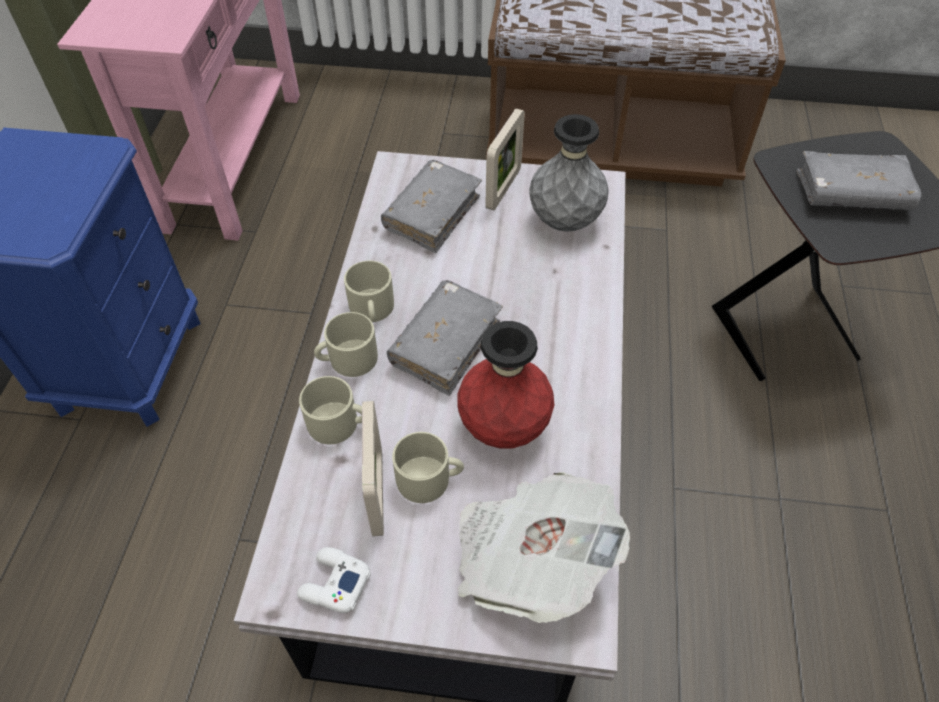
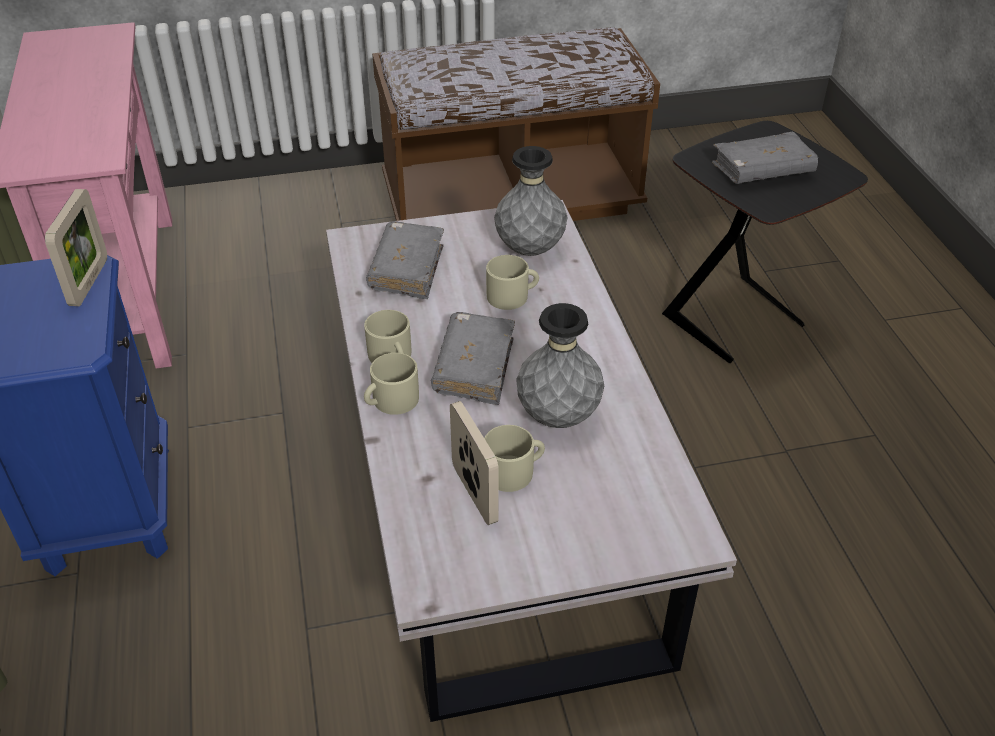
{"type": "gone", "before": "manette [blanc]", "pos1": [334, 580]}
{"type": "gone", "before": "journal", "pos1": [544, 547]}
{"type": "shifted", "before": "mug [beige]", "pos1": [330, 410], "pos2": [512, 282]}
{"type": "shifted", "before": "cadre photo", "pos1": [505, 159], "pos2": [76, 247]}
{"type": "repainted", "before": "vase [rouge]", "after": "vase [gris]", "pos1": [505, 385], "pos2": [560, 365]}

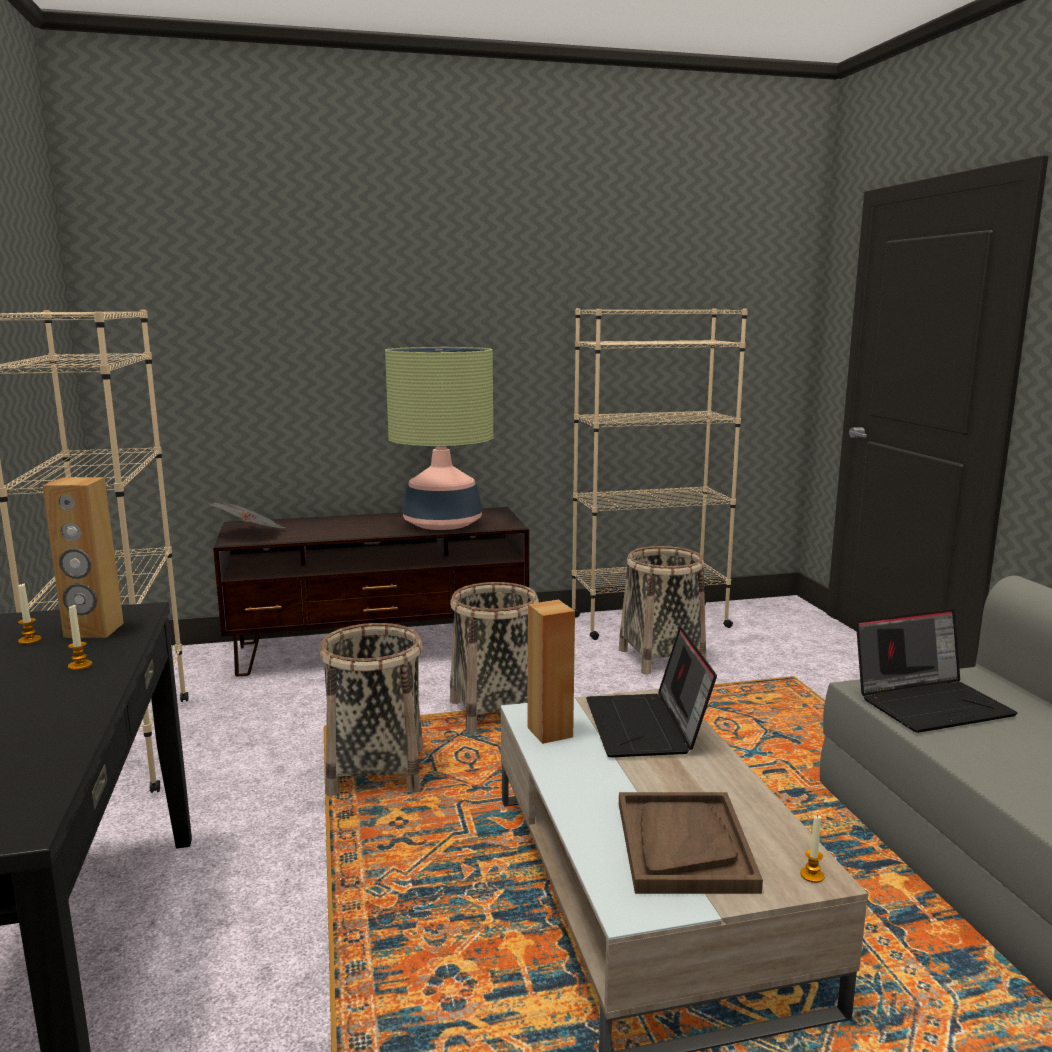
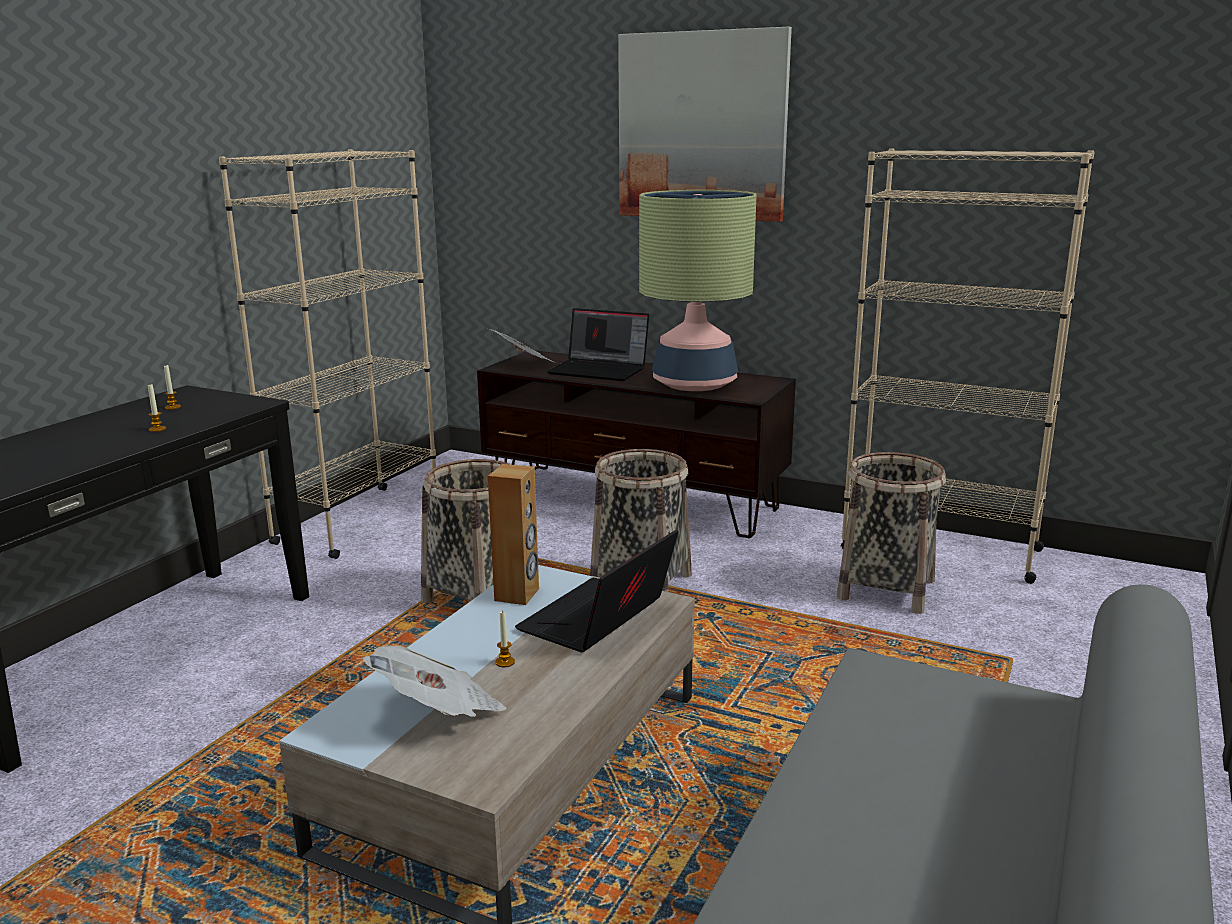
{"type": "gone", "before": "enceinte [marron]", "pos1": [83, 557]}
{"type": "new", "after": "tableau", "pos2": [705, 124]}
{"type": "shifted", "before": "bougie", "pos1": [812, 849], "pos2": [505, 638]}
{"type": "shifted", "before": "ordinateur portable", "pos1": [937, 671], "pos2": [598, 344]}
{"type": "swapped", "before": "plateau [marron]", "after": "journal", "pos1": [691, 843], "pos2": [434, 681]}

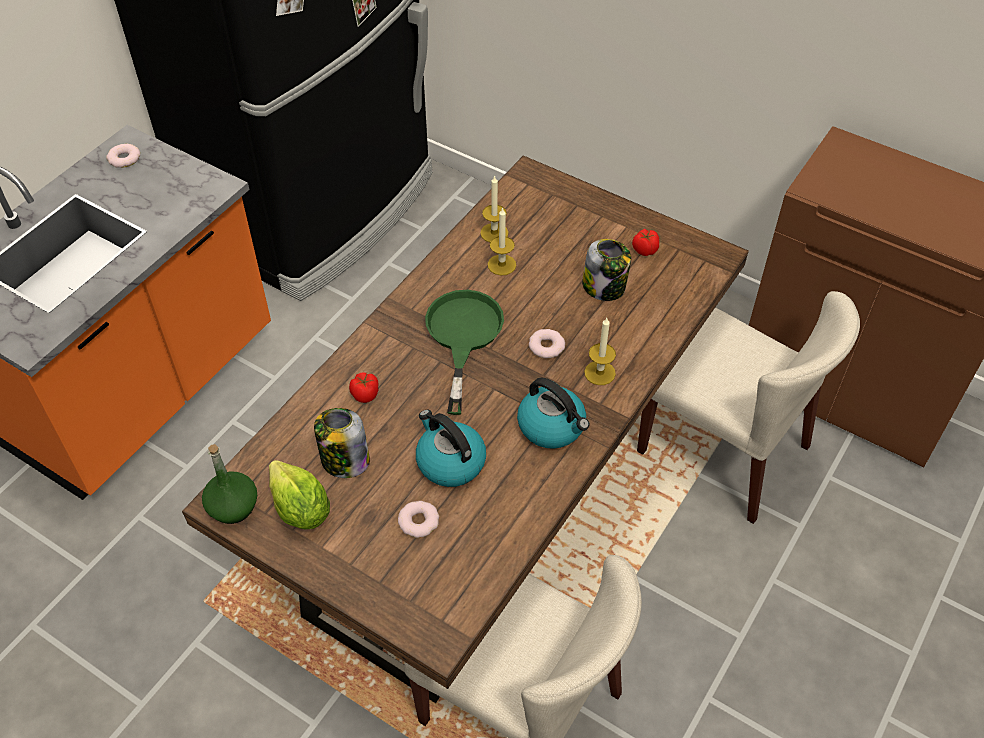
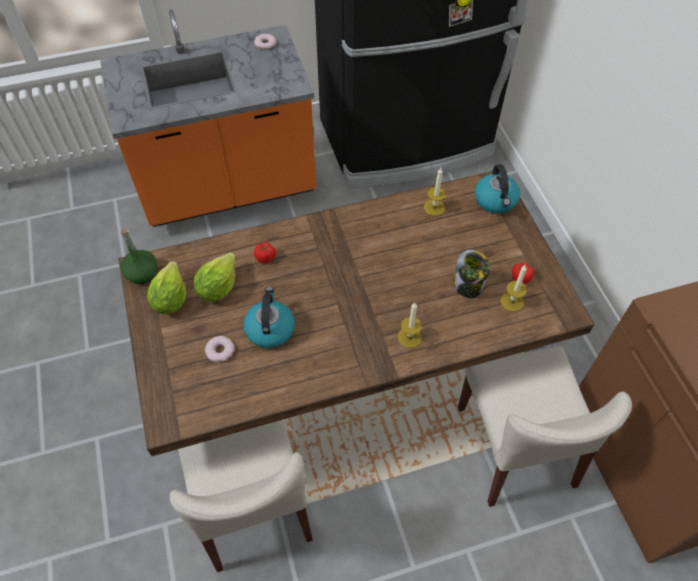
{"type": "gone", "before": "poêle [vert]", "pos1": [464, 352]}
{"type": "gone", "before": "beignet", "pos1": [547, 343]}
{"type": "shifted", "before": "bougie", "pos1": [502, 241], "pos2": [513, 288]}
{"type": "shifted", "before": "bouilloire", "pos1": [553, 413], "pos2": [497, 189]}
{"type": "swapped", "before": "bocal", "after": "laitue", "pos1": [342, 443], "pos2": [215, 277]}

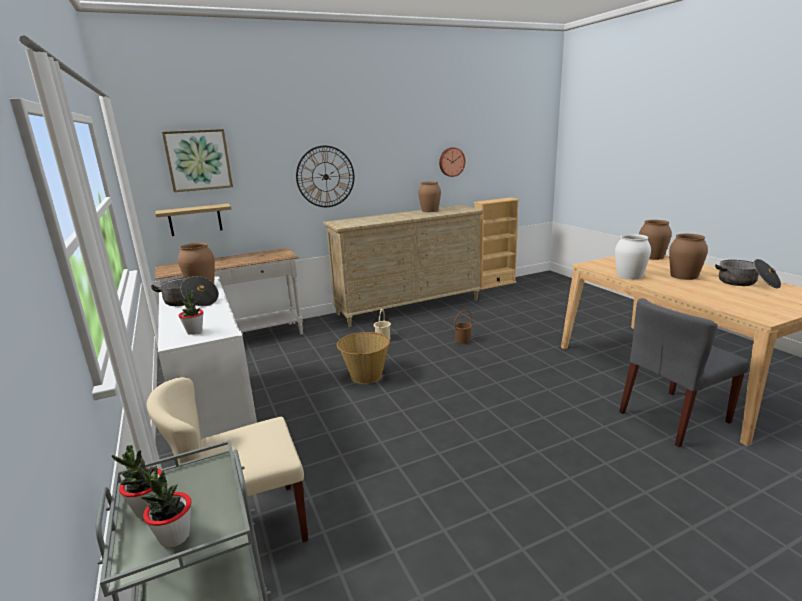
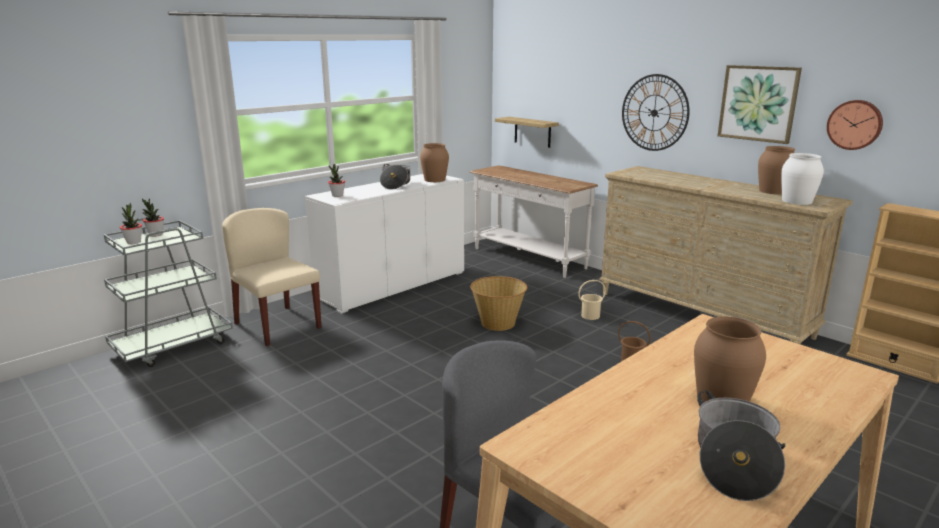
{"type": "gone", "before": "vase [marron]", "pos1": [655, 240]}
{"type": "shifted", "before": "tableau", "pos1": [197, 160], "pos2": [760, 104]}
{"type": "shifted", "before": "vase [blanc]", "pos1": [633, 256], "pos2": [802, 179]}

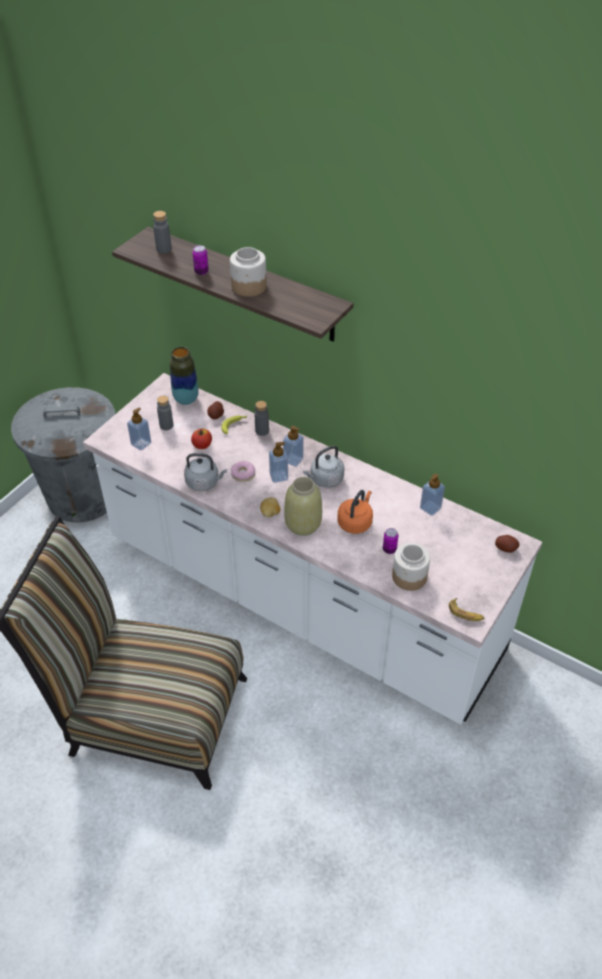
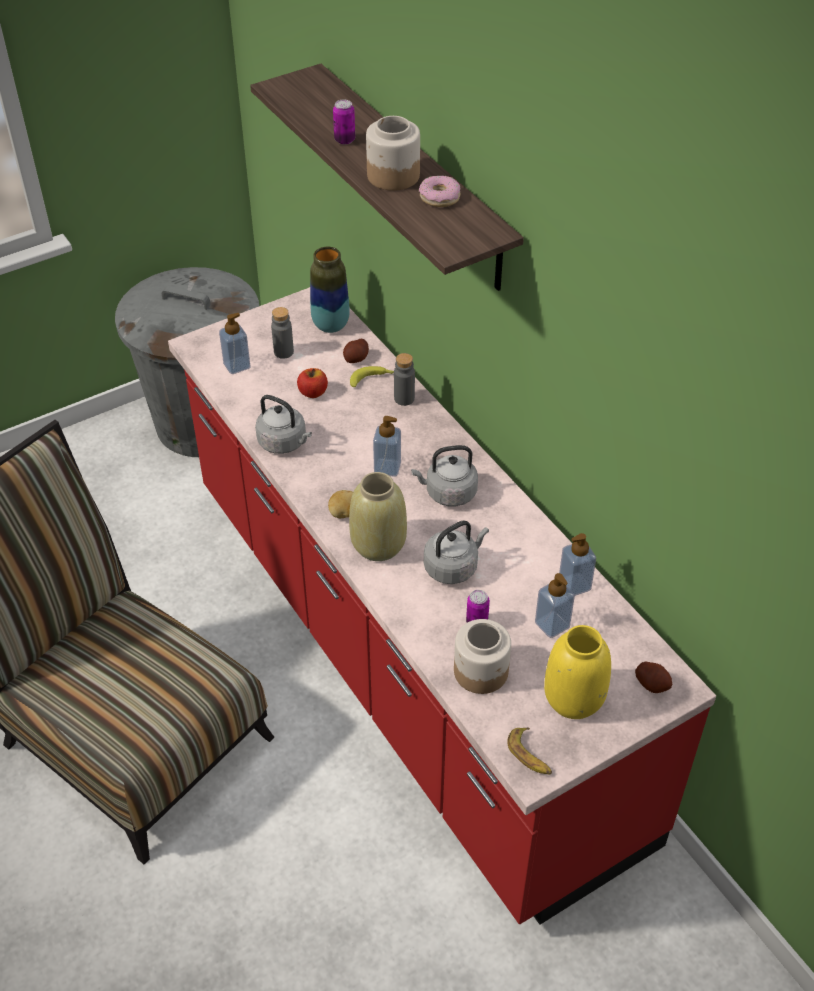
{"type": "gone", "before": "bouteille [gris]", "pos1": [162, 232]}
{"type": "new", "after": "vase [jaune]", "pos2": [577, 672]}
{"type": "shifted", "before": "beignet", "pos1": [243, 471], "pos2": [440, 191]}
{"type": "shifted", "before": "distributeur de savon", "pos1": [293, 446], "pos2": [555, 605]}
{"type": "repainted", "before": "comptoir de cuisine [blanc]", "after": "comptoir de cuisine [rouge]", "pos1": [312, 549], "pos2": [442, 606]}
{"type": "repainted", "before": "bouilloire [orange]", "after": "bouilloire [gris]", "pos1": [355, 512], "pos2": [456, 552]}

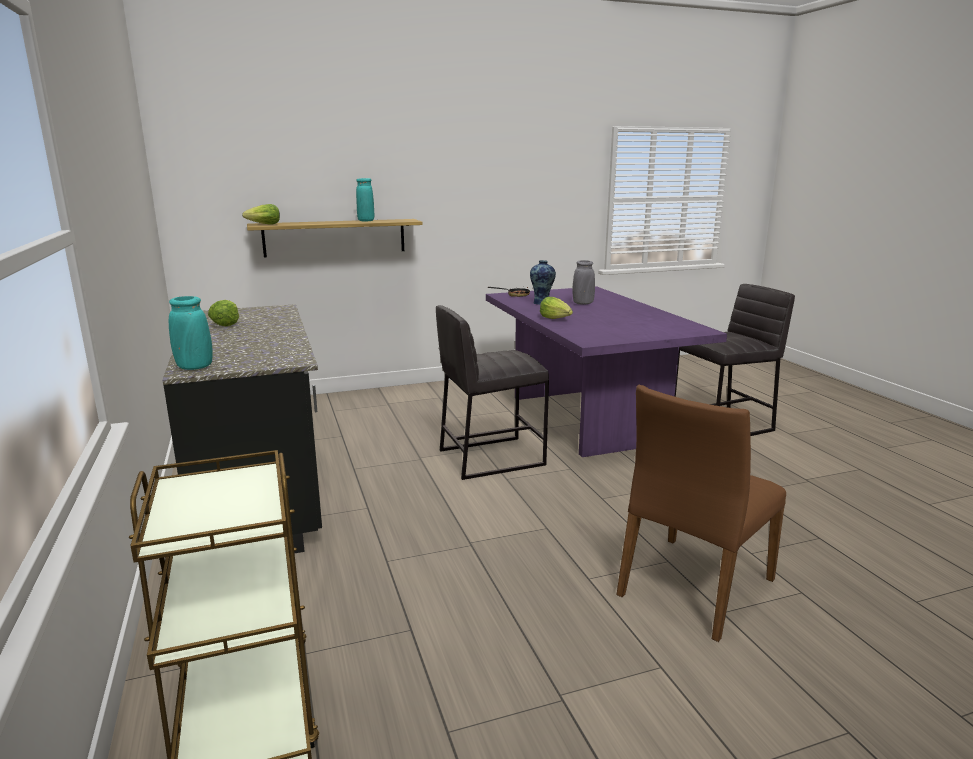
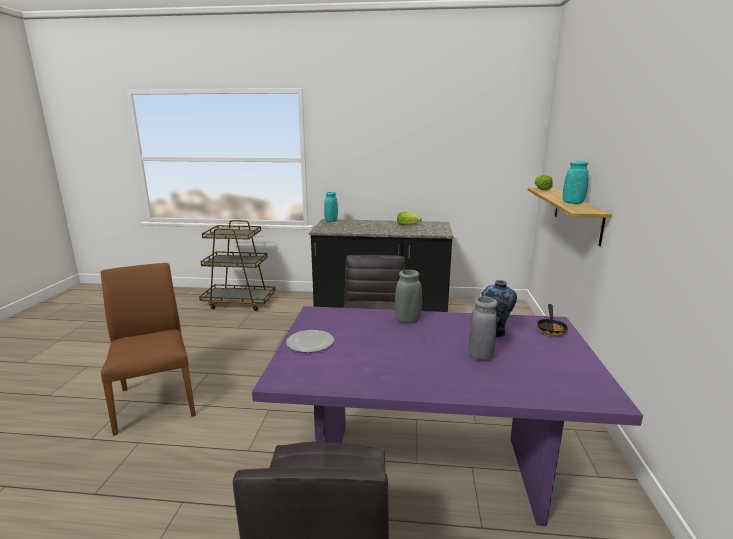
{"type": "new", "after": "assiette", "pos2": [310, 341]}
{"type": "swapped", "before": "laitue", "after": "vase [gris]", "pos1": [556, 308], "pos2": [408, 296]}

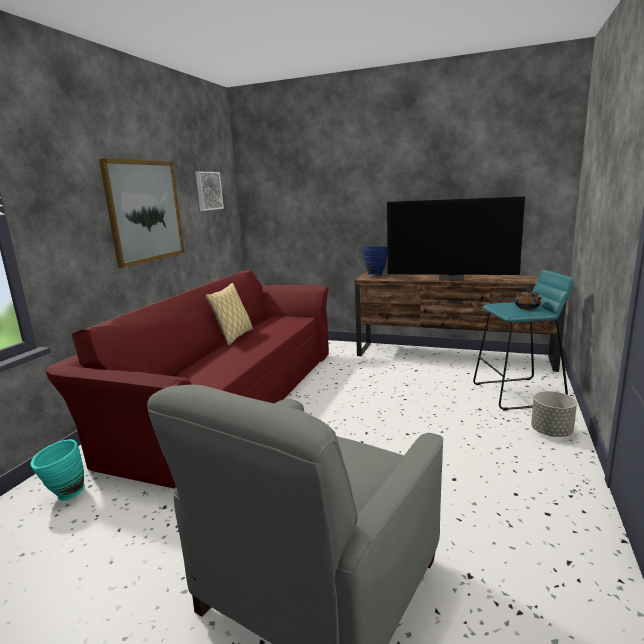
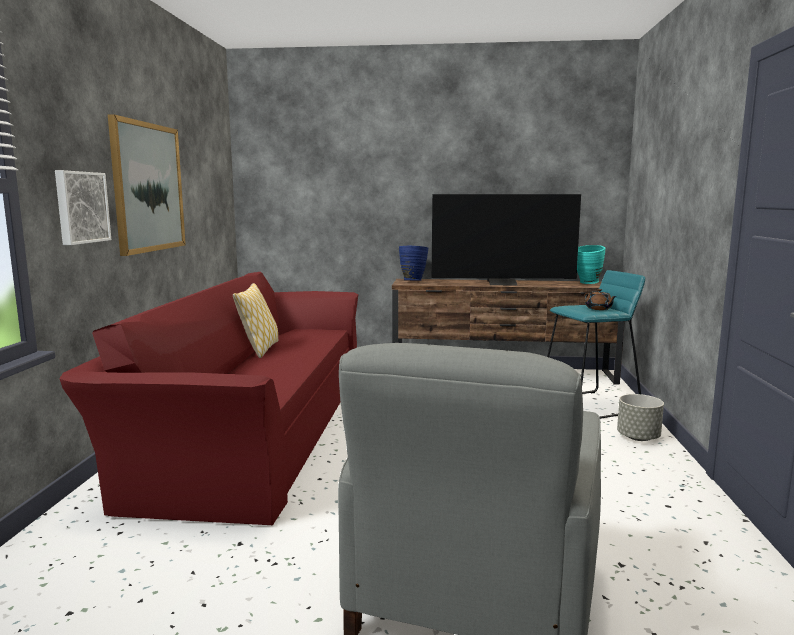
{"type": "shifted", "before": "vase [turquoise]", "pos1": [58, 470], "pos2": [591, 264]}
{"type": "shifted", "before": "tableau", "pos1": [210, 191], "pos2": [83, 207]}

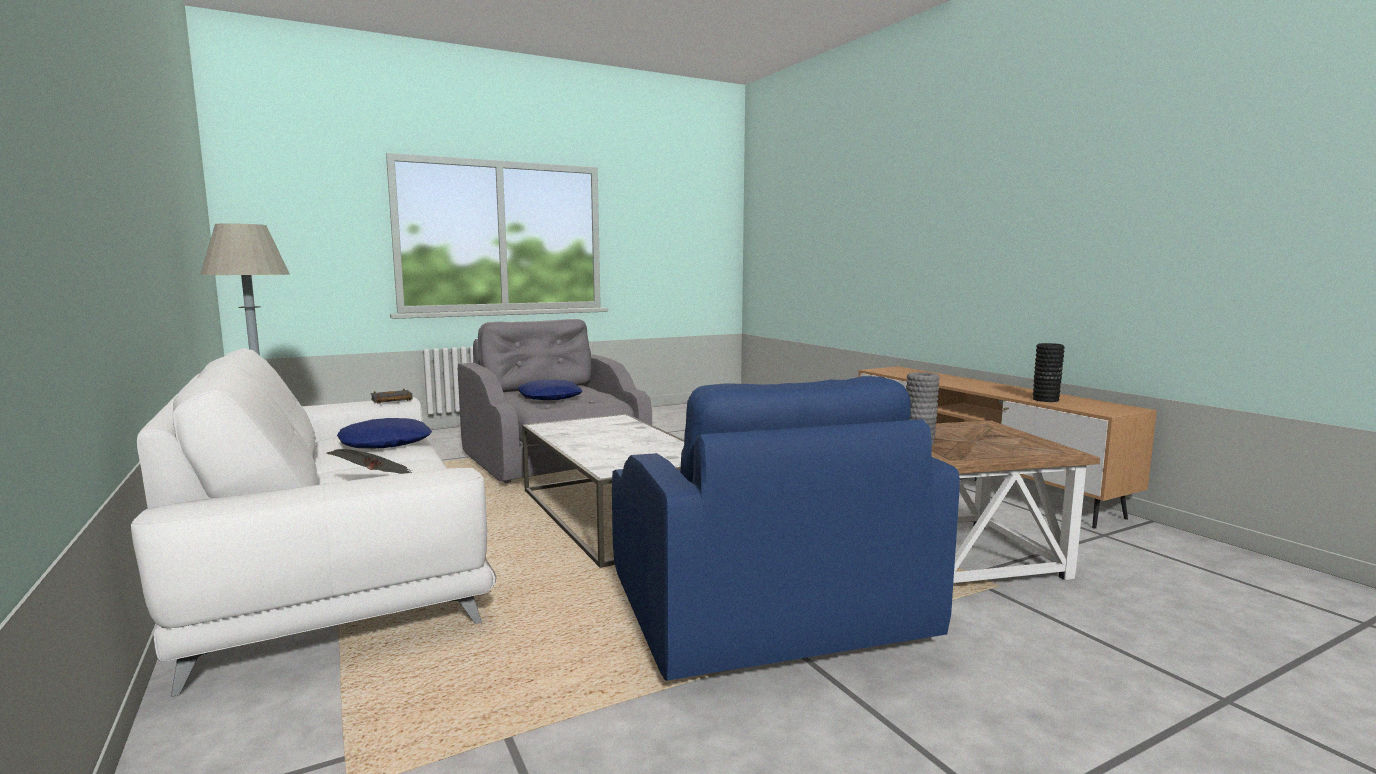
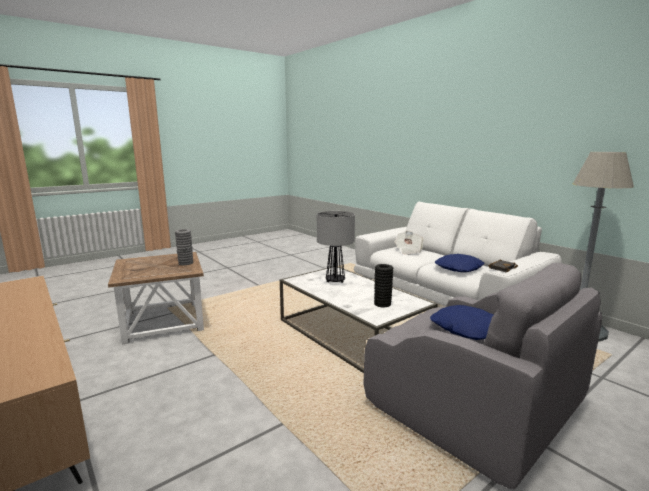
{"type": "gone", "before": "fauteuil [bleu]", "pos1": [786, 528]}
{"type": "new", "after": "lampe de table", "pos2": [336, 247]}
{"type": "shifted", "before": "vase [noir]", "pos1": [1049, 372], "pos2": [383, 286]}

